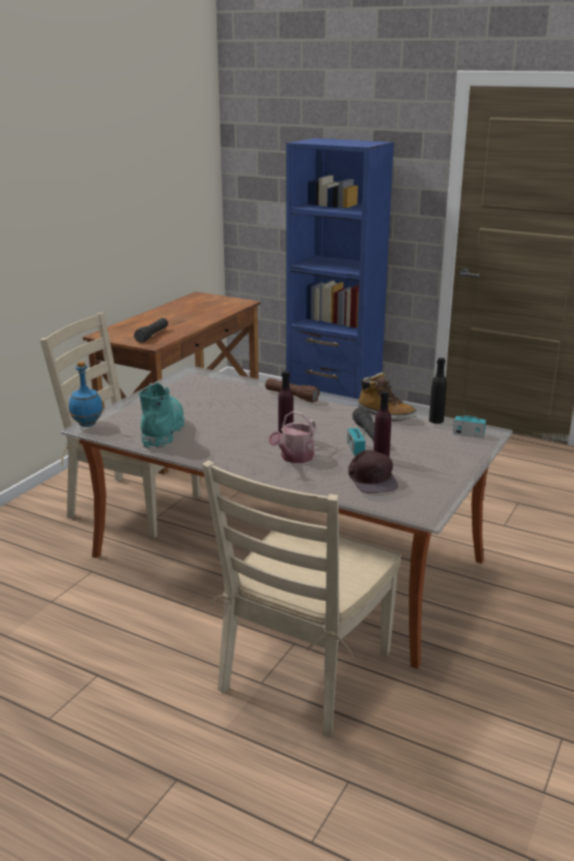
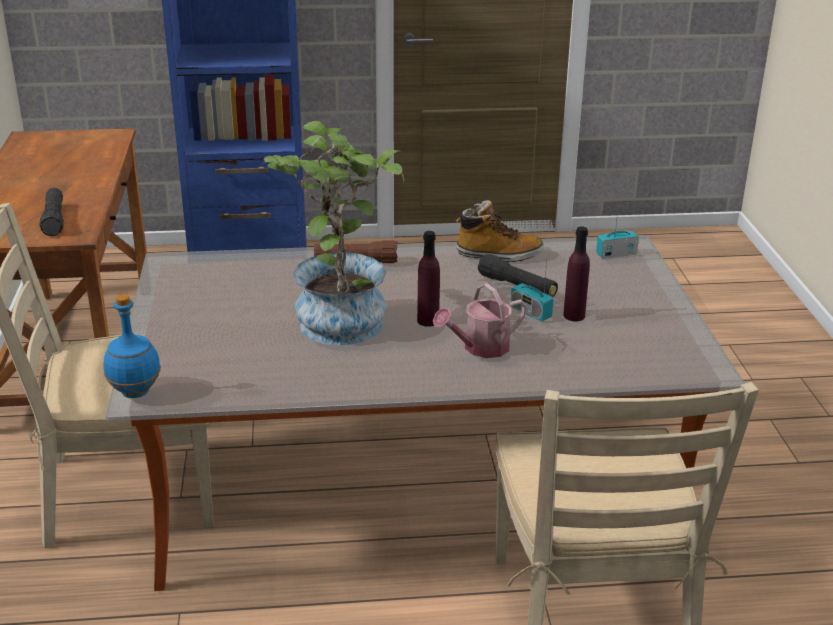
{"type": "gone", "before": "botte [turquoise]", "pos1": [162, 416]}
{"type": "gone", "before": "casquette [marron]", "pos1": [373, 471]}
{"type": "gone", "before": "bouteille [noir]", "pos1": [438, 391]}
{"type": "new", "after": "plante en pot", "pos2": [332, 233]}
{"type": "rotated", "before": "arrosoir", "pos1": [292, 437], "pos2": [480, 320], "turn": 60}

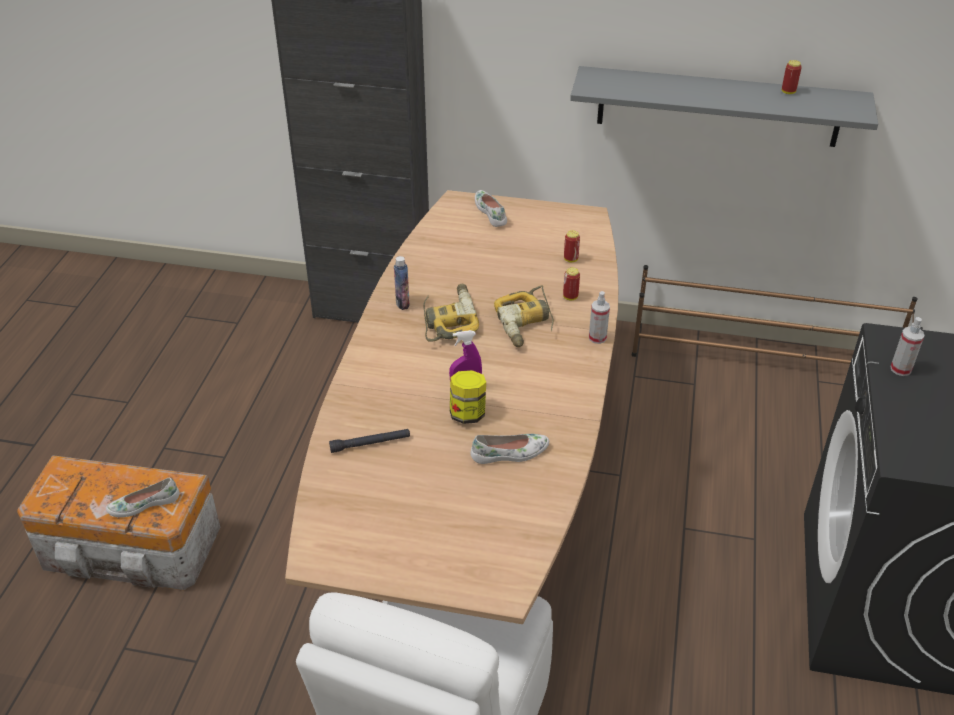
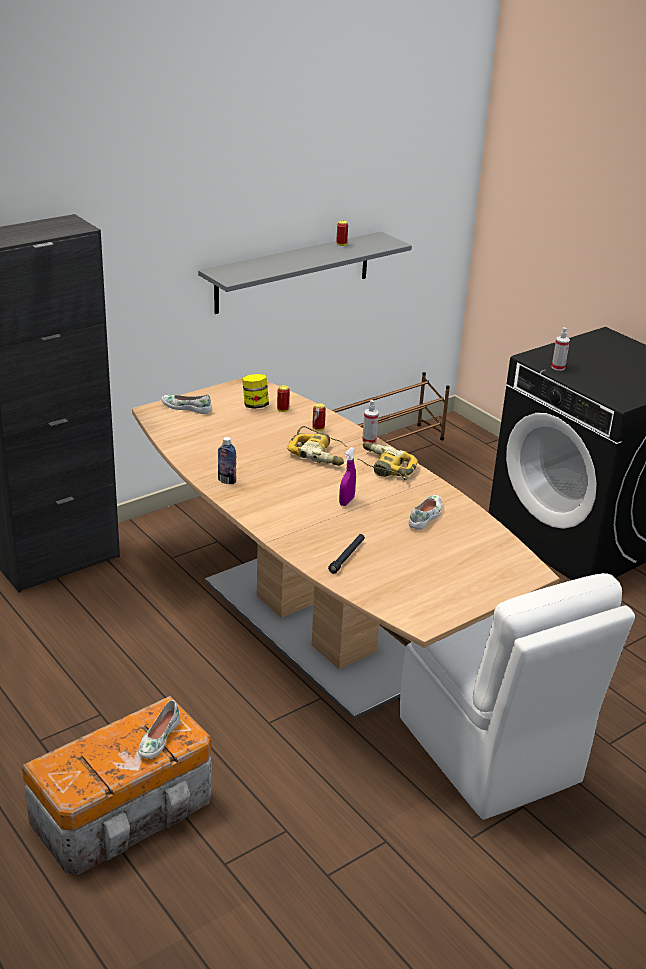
{"type": "shifted", "before": "perceuse", "pos1": [451, 313], "pos2": [387, 460]}
{"type": "shifted", "before": "bocal", "pos1": [468, 397], "pos2": [255, 391]}

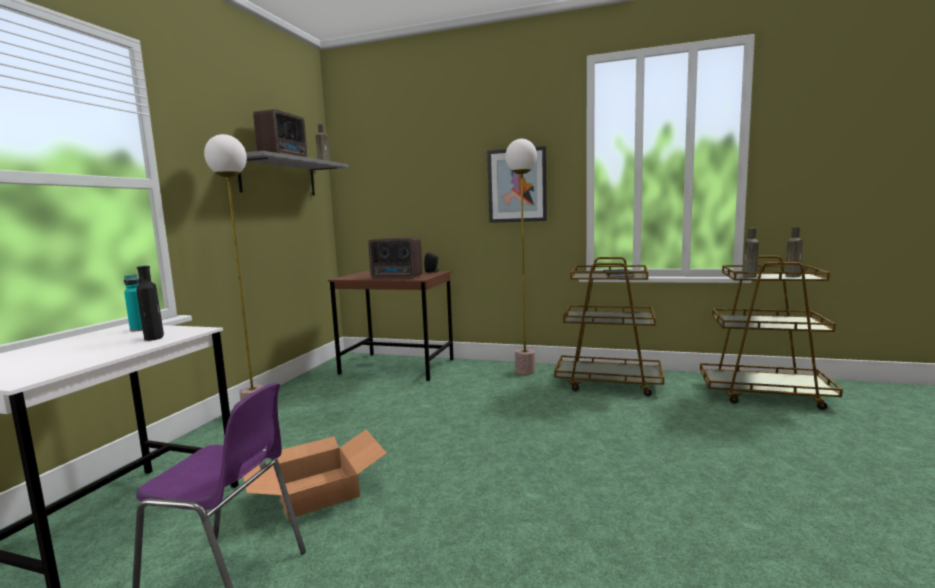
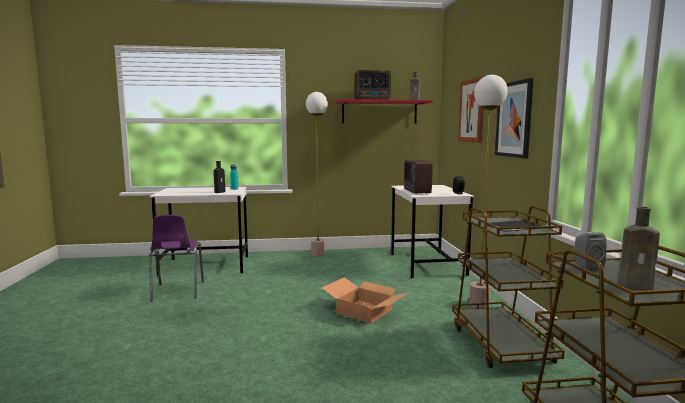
{"type": "new", "after": "tableau", "pos2": [471, 109]}
{"type": "shifted", "before": "carton", "pos1": [315, 474], "pos2": [365, 300]}
{"type": "swapped", "before": "bouteille [marron]", "after": "enceinte [gris]", "pos1": [751, 253], "pos2": [591, 252]}
{"type": "repainted", "before": "étagère [gris]", "after": "étagère [rouge]", "pos1": [293, 173], "pos2": [383, 111]}
{"type": "repainted", "before": "bureau [marron]", "after": "bureau [blanc]", "pos1": [391, 326], "pos2": [432, 231]}

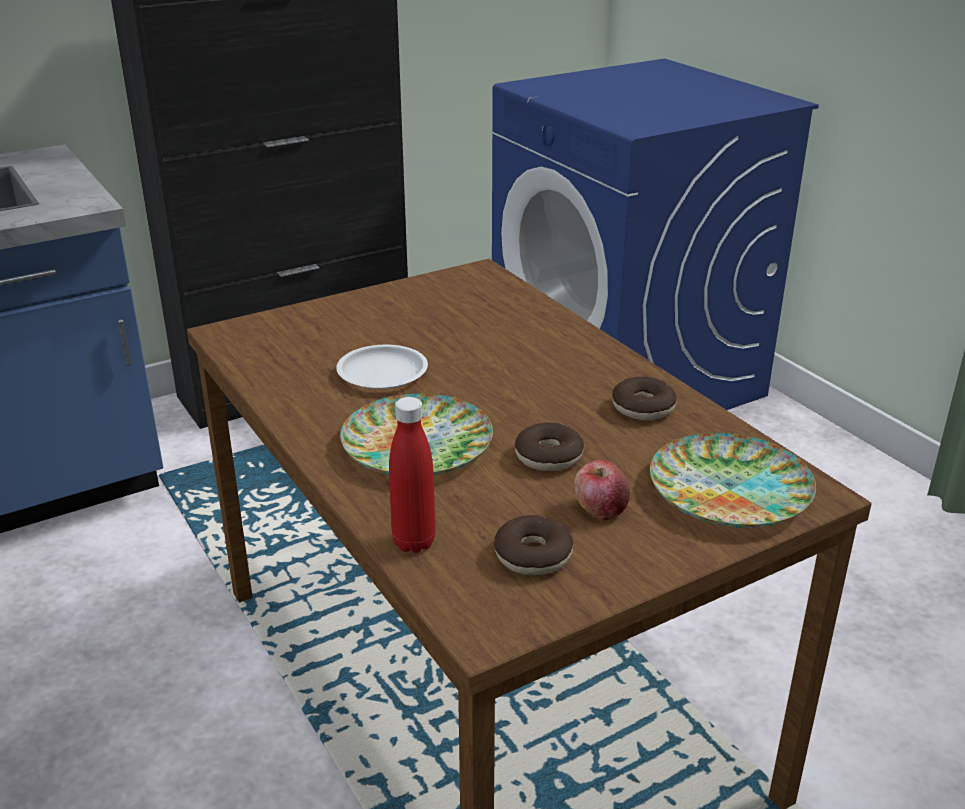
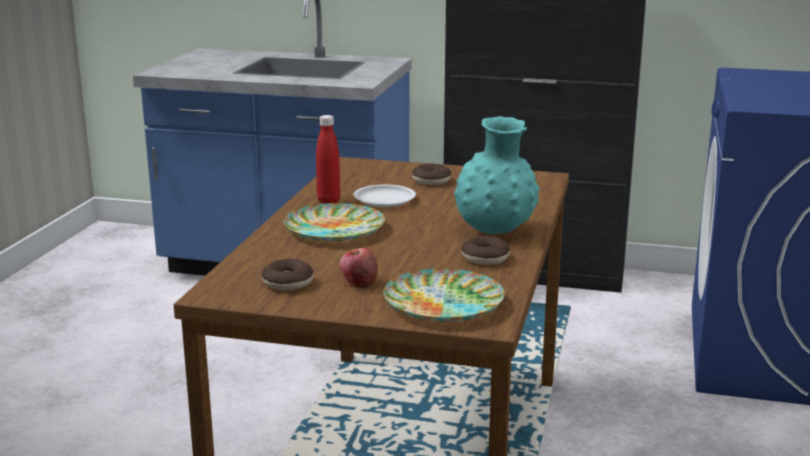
{"type": "new", "after": "vase [turquoise]", "pos2": [496, 175]}
{"type": "shifted", "before": "bouteille [rouge]", "pos1": [412, 475], "pos2": [328, 159]}
{"type": "shifted", "before": "beignet", "pos1": [549, 446], "pos2": [431, 174]}

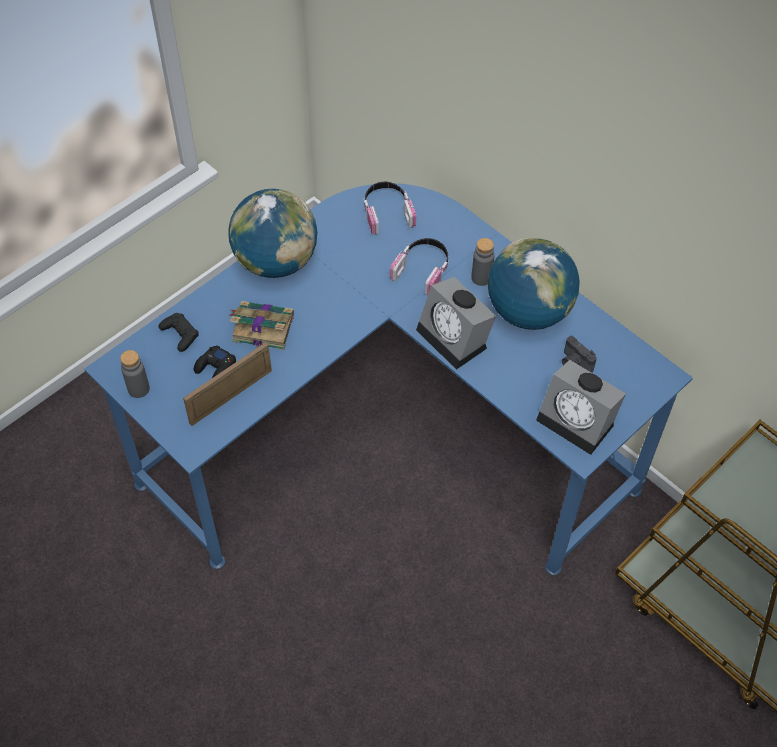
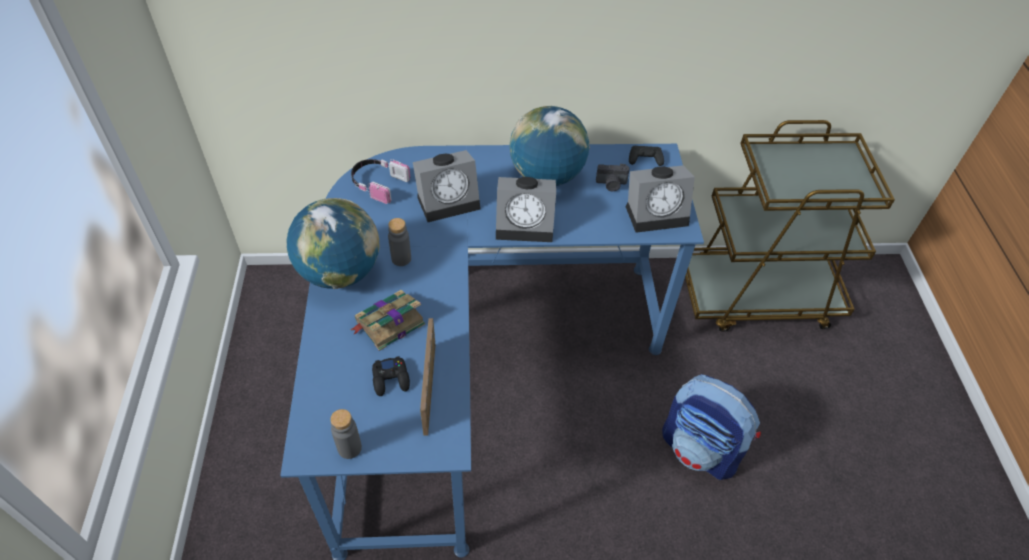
{"type": "new", "after": "sac à dos", "pos2": [711, 427]}
{"type": "shifted", "before": "manette [noir]", "pos1": [179, 332], "pos2": [646, 156]}
{"type": "shifted", "before": "bouteille [gris]", "pos1": [482, 262], "pos2": [399, 242]}
{"type": "swapped", "before": "casque audio", "after": "réveil", "pos1": [419, 267], "pos2": [447, 186]}

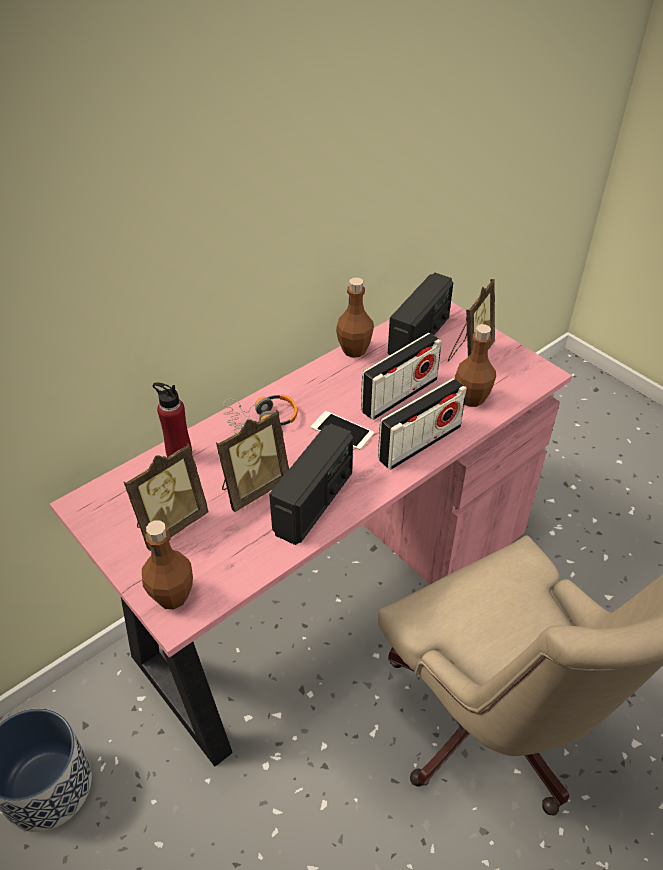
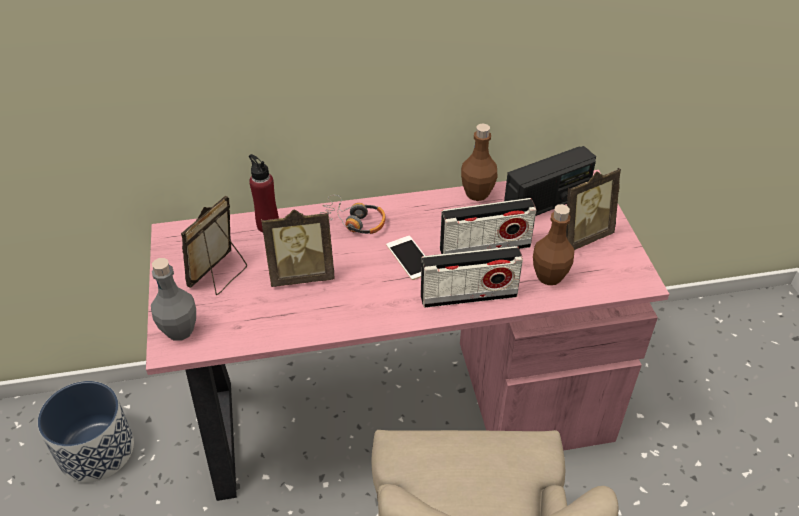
{"type": "gone", "before": "radio", "pos1": [311, 484]}
{"type": "repainted", "before": "bouteille [marron]", "after": "bouteille [gris]", "pos1": [167, 564], "pos2": [173, 299]}
{"type": "rotated", "before": "cadre photo", "pos1": [166, 497], "pos2": [214, 245], "turn": 135}

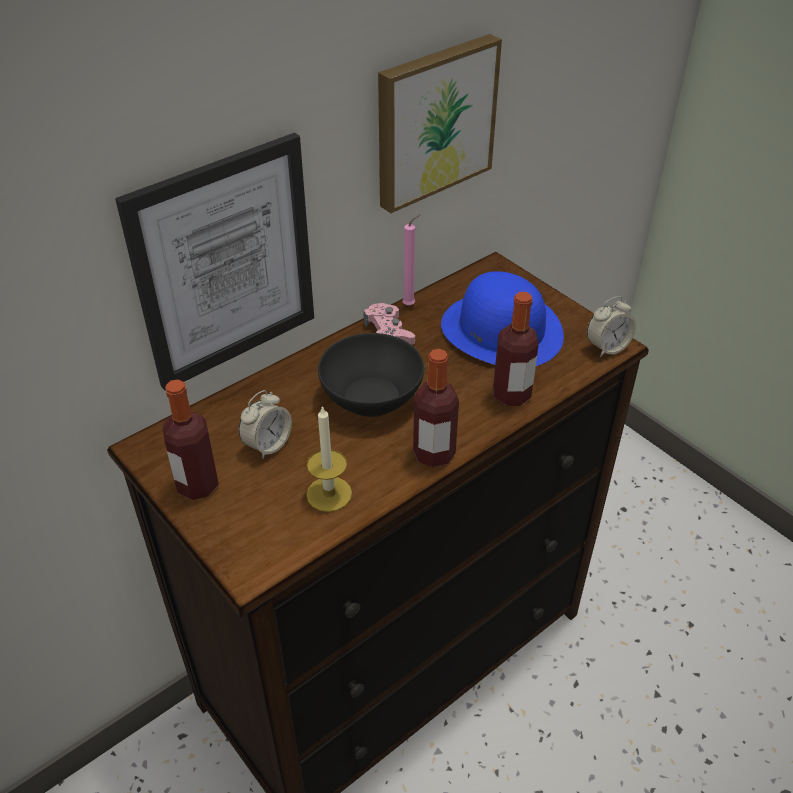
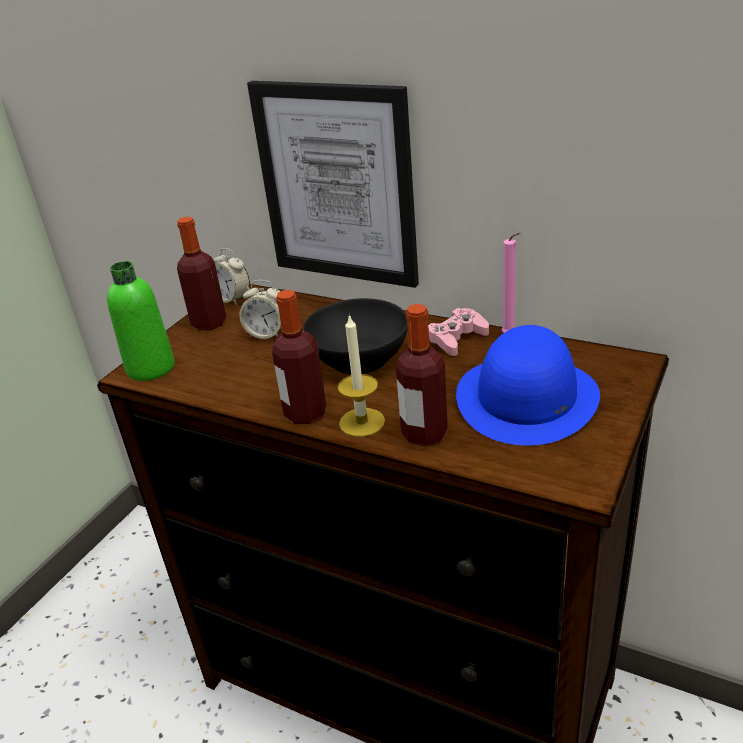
{"type": "gone", "before": "tableau", "pos1": [440, 123]}
{"type": "new", "after": "bouteille [vert]", "pos2": [141, 321]}
{"type": "shifted", "before": "bougie", "pos1": [329, 458], "pos2": [361, 375]}
{"type": "shifted", "before": "réveil", "pos1": [611, 326], "pos2": [231, 276]}

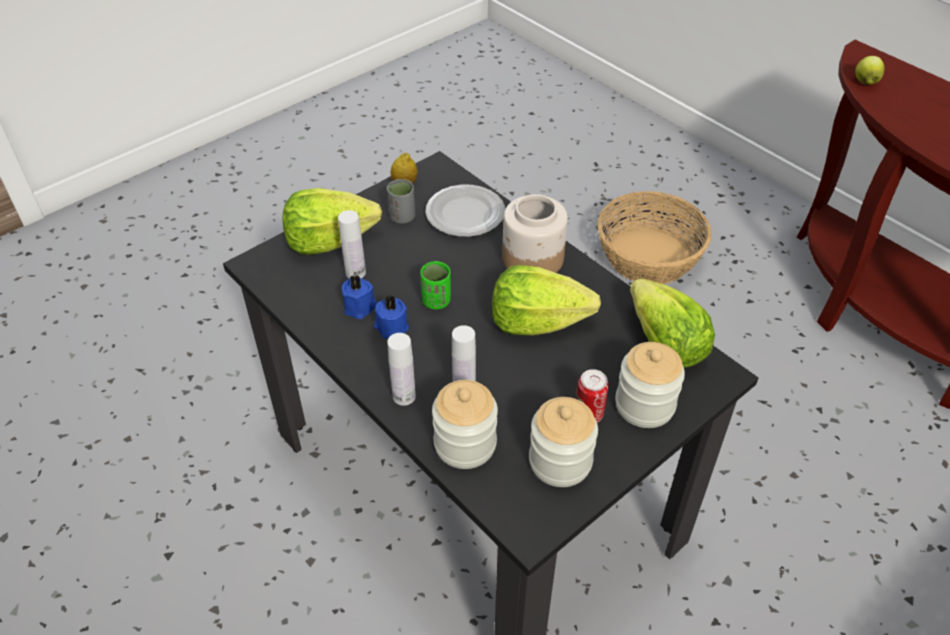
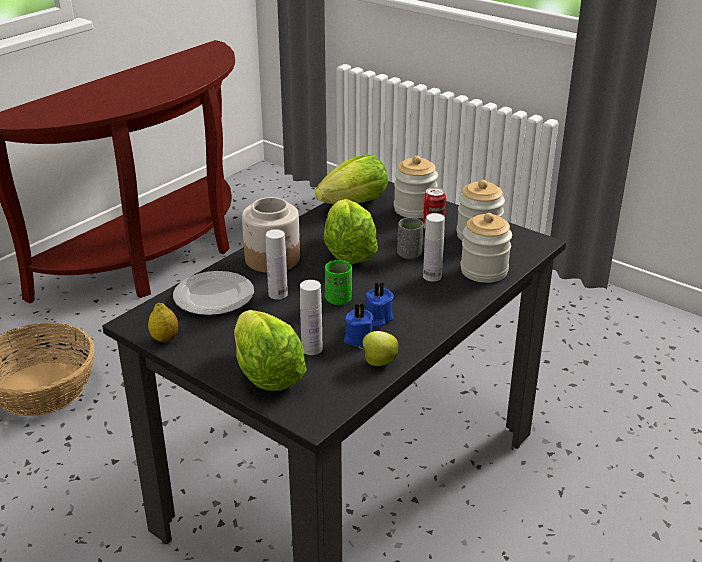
{"type": "shifted", "before": "tasse [gris]", "pos1": [401, 201], "pos2": [410, 238]}
{"type": "shifted", "before": "bouteille [blanc]", "pos1": [401, 369], "pos2": [277, 264]}
{"type": "shifted", "before": "pomme", "pos1": [870, 70], "pos2": [378, 348]}

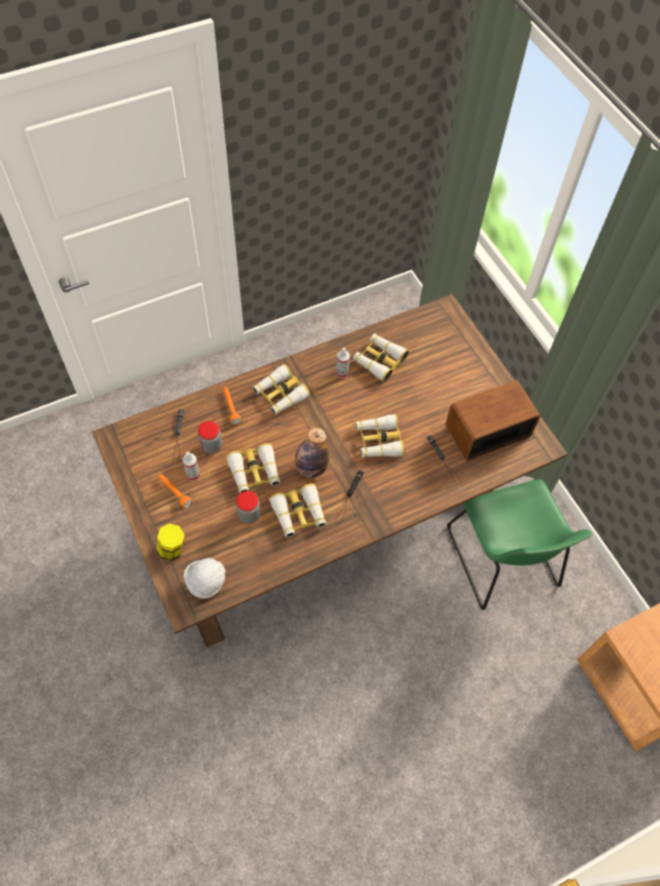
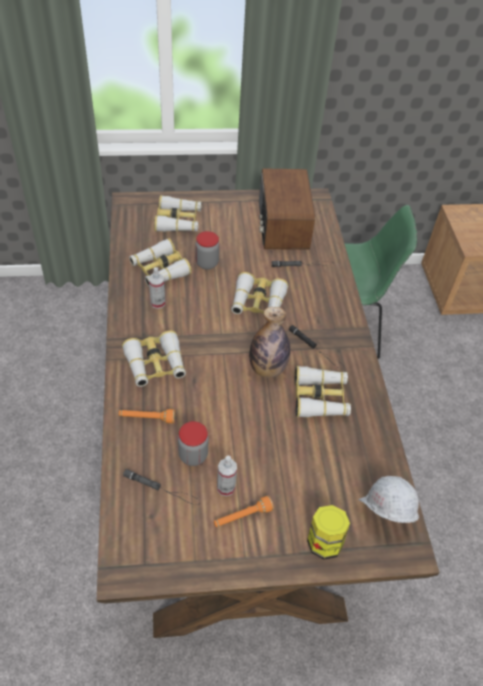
{"type": "shifted", "before": "jumelles", "pos1": [253, 468], "pos2": [178, 213]}
{"type": "shifted", "before": "bocal", "pos1": [248, 507], "pos2": [207, 250]}

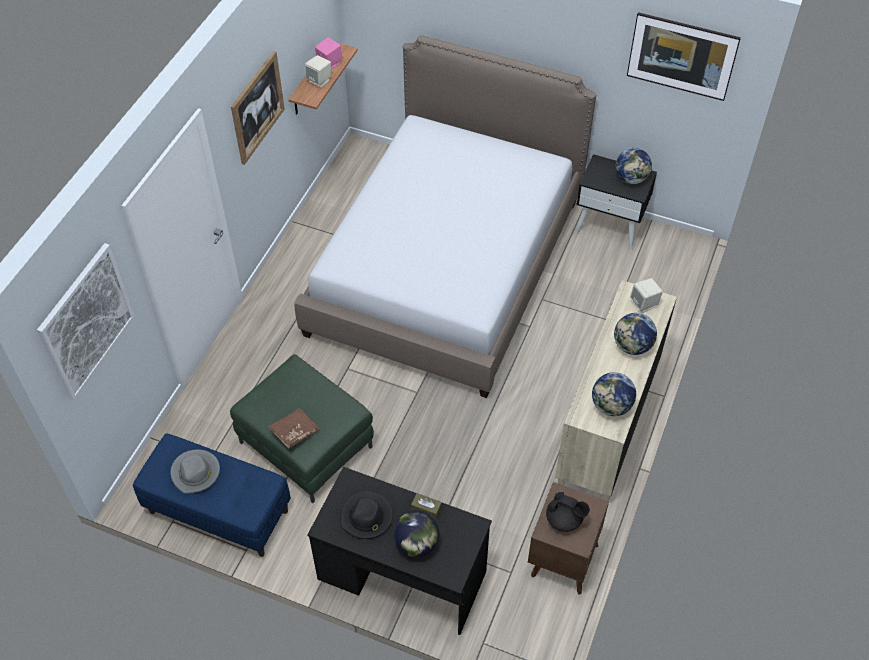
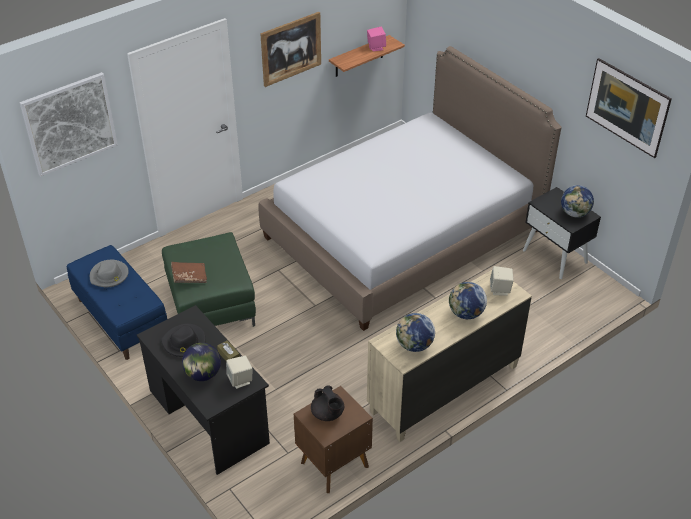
{"type": "shifted", "before": "enceinte [beige]", "pos1": [318, 71], "pos2": [239, 372]}

